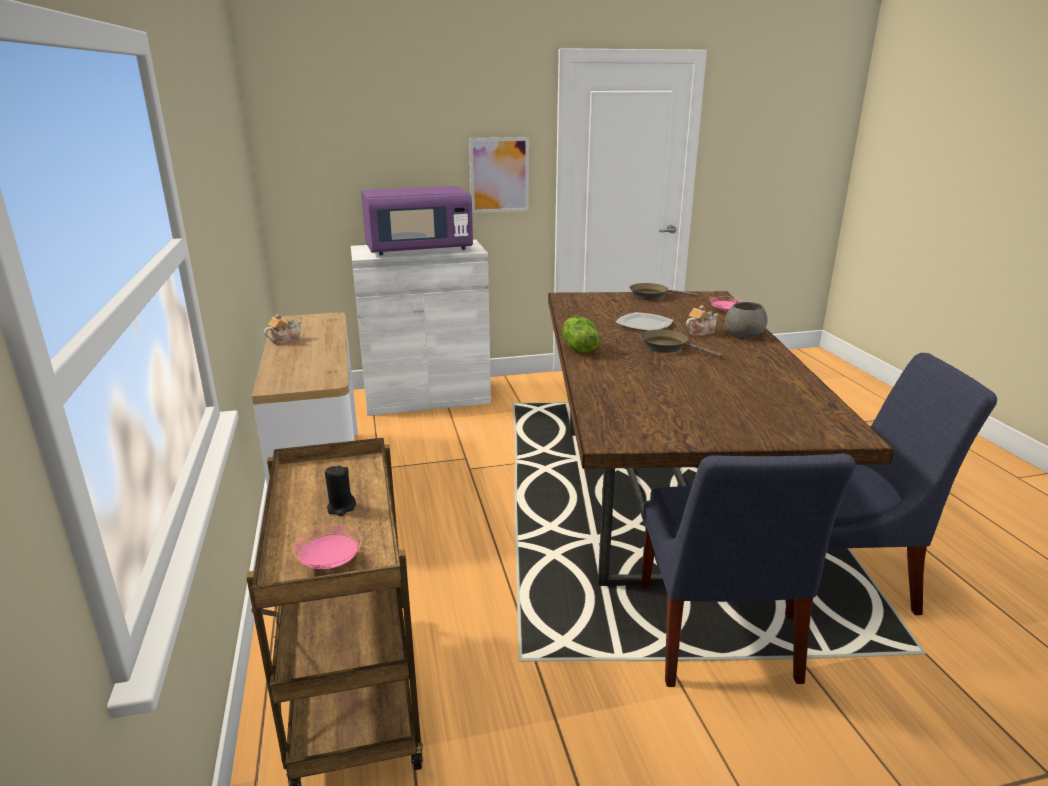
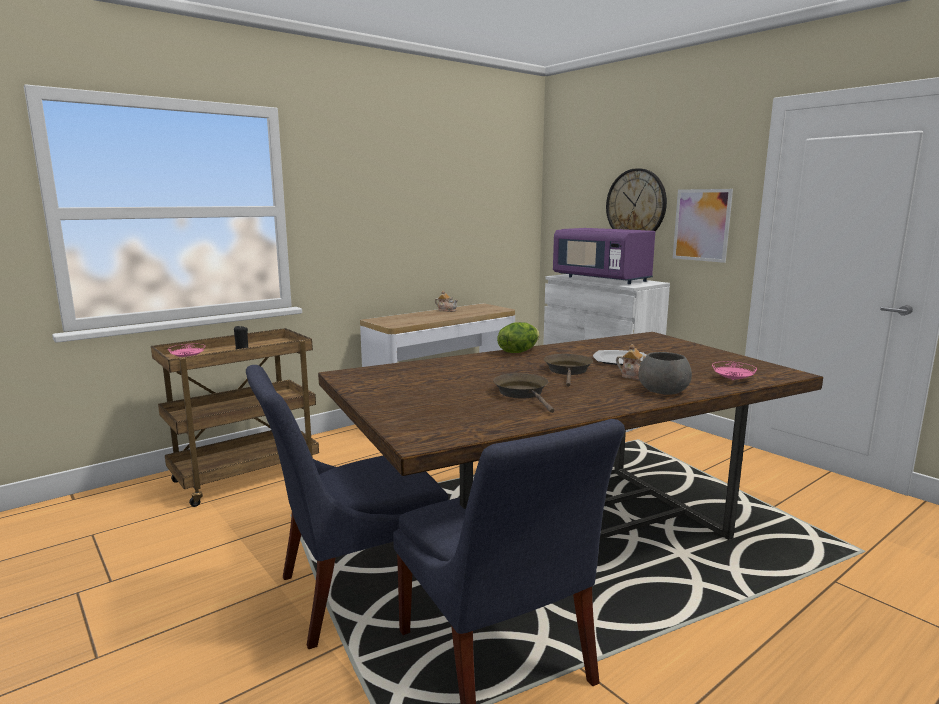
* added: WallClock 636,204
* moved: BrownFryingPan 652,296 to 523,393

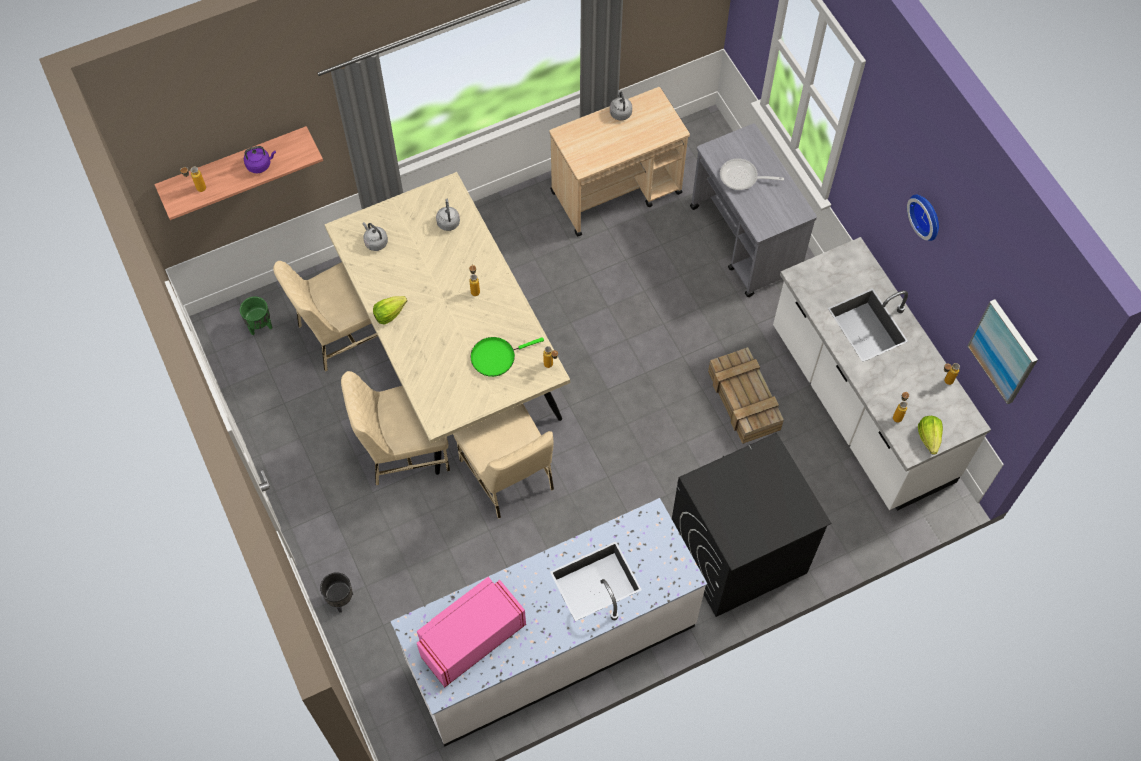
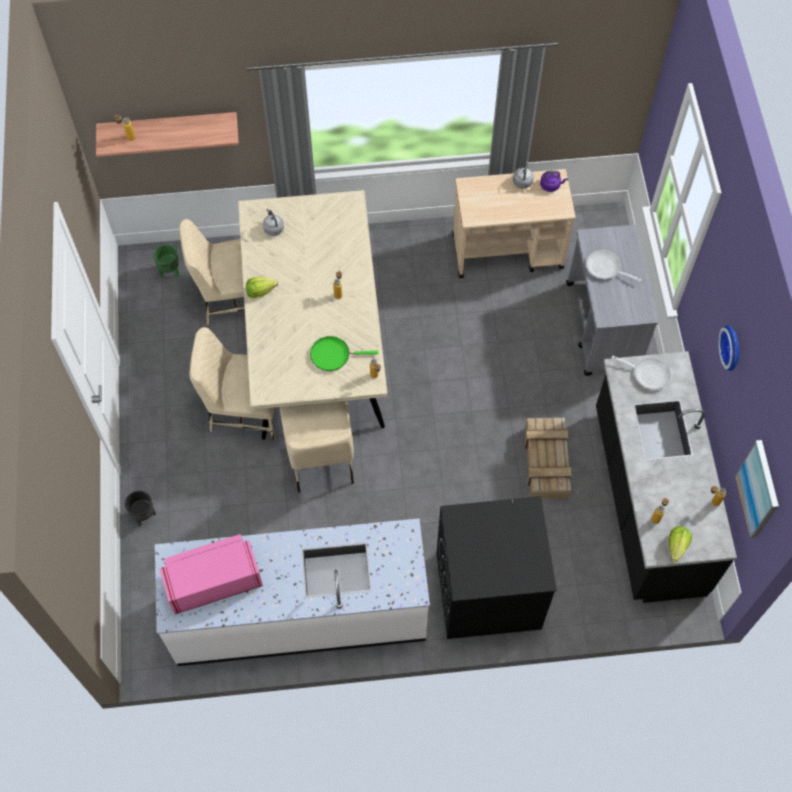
* removed: GreyKettle 448,221
* added: FryingPan 648,373
* moved: PurpleKettle 260,164 to 551,185
* recoloured: WhiteCounter 859,406 to BlackCounter 646,501

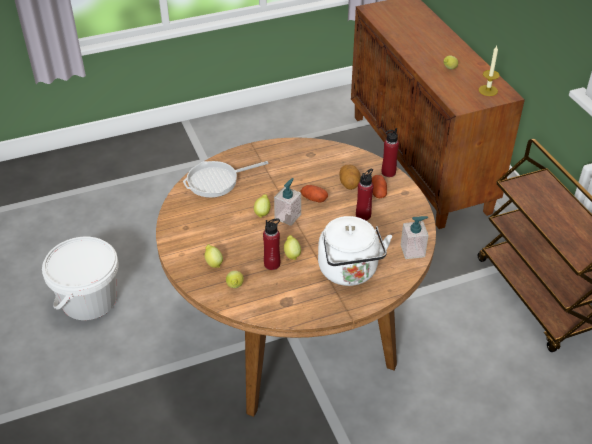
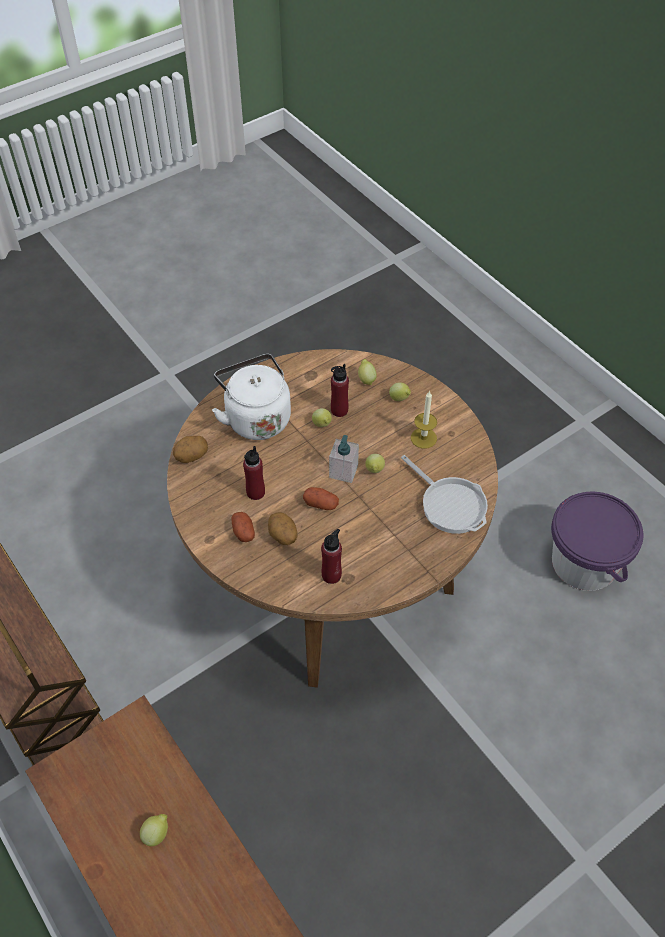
* moved: RedBottle 388,172 to 331,575
* moved: Candle 488,90 to 423,438
* replaced: SoapDispenser 412,251 to Potato 191,456
* recoloured: WhiteBucket 89,300 to PurpleBucket 584,562
* turned: FryingPan 216,181 = 450,504 90 degrees clockwise

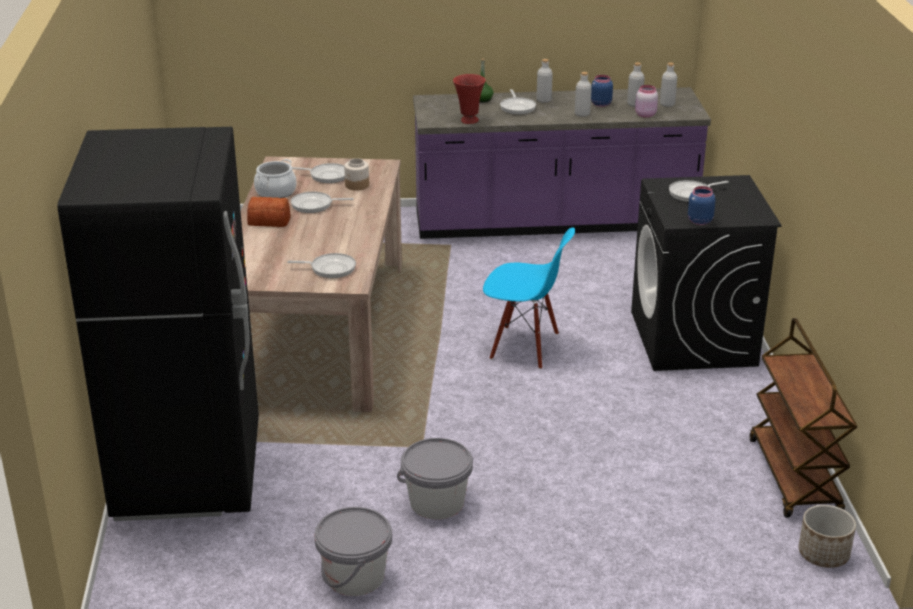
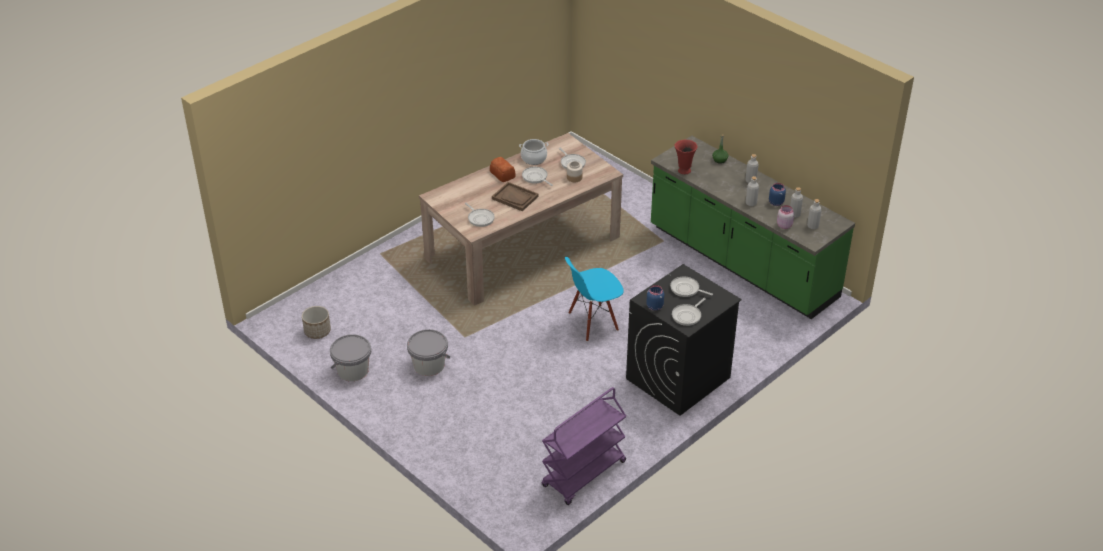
* removed: BlackFridge 188,471
* added: BrownTray 515,197
* moved: FryingPan 517,107 to 687,316
* moved: Planter 823,554 to 317,331
* recoloured: PurpleCounter 554,223 to GreenCounter 741,263
* recoloured: BrownCart 794,477 to PurpleCart 584,475
* turned: BlueChair 524,347 = 593,322 90 degrees clockwise

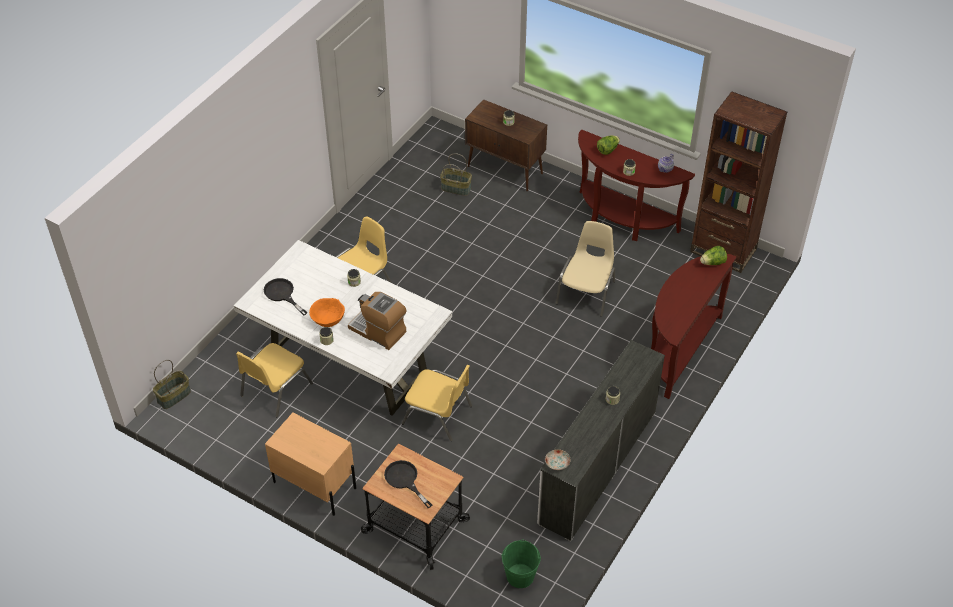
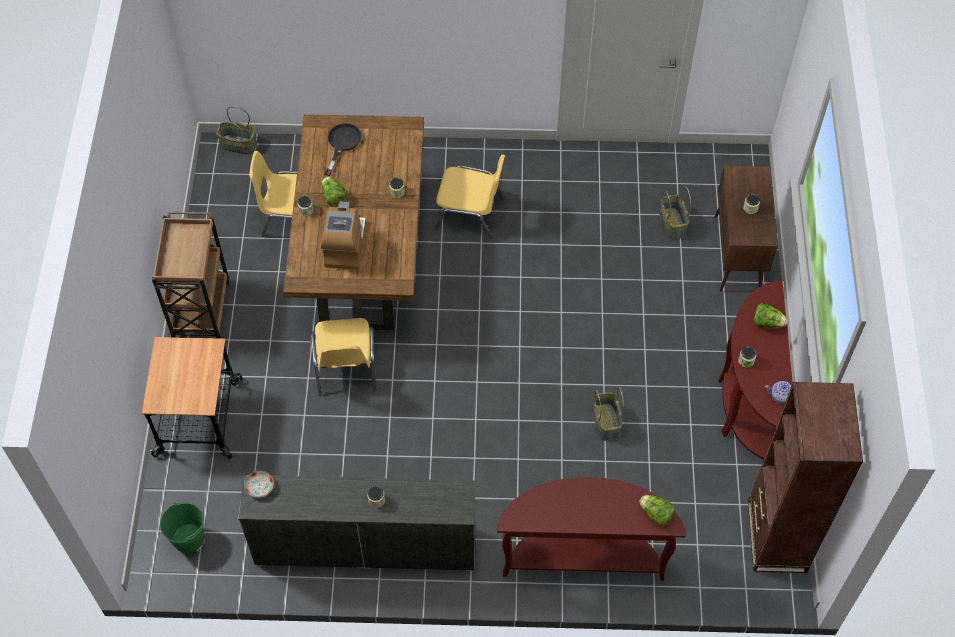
* removed: BlackFryingPan 404,480
* replaced: BeigeNightstand 314,484 to BrownCart 201,309
* replaced: OrangeBowl 328,319 to Lettuce 333,197
* replaced: BeigeChair 586,292 to Basket 607,422
* recoloured: WhiteDiningTable 347,364 to BrownDiningTable 362,257

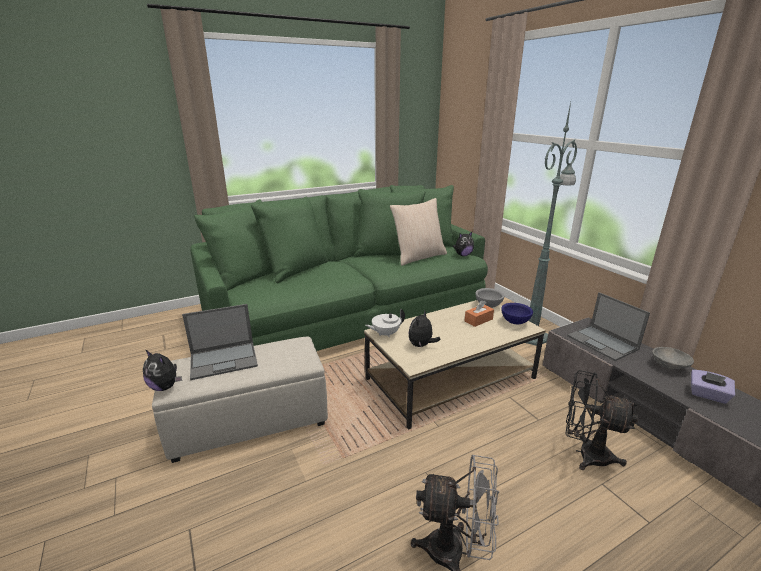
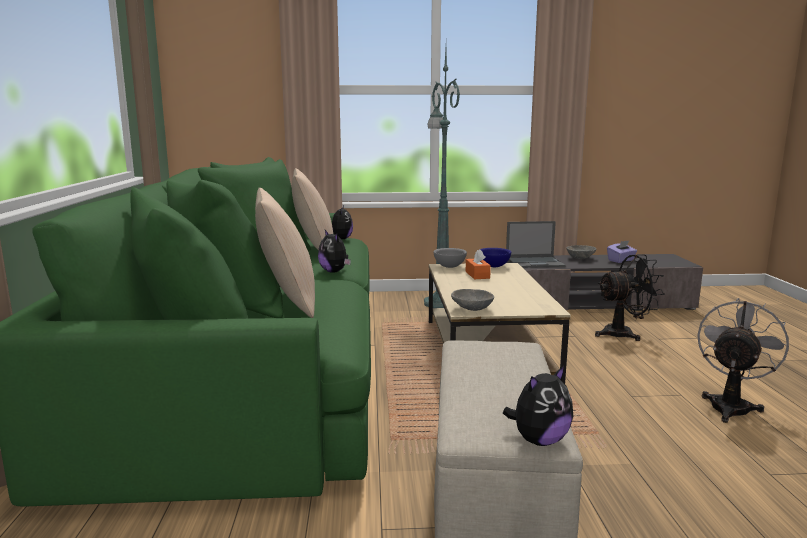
* removed: Laptop 224,360
* added: BeigePillow 287,302
* moved: PlushToy 421,345 to 334,271
* replaced: WhiteTeapot 385,334 to GreyBowl 471,309
* turned: BlackFan 585,454 = 624,334 150 degrees counterclockwise

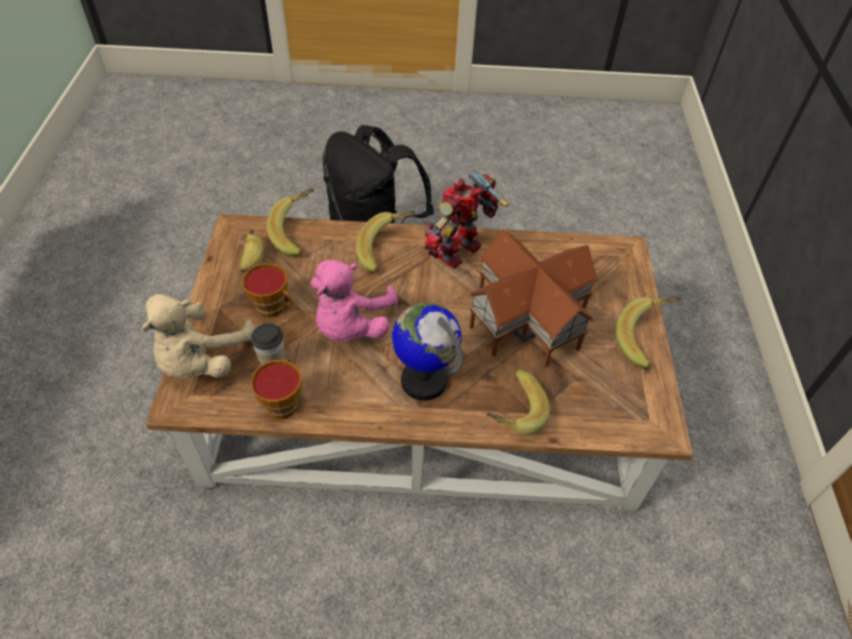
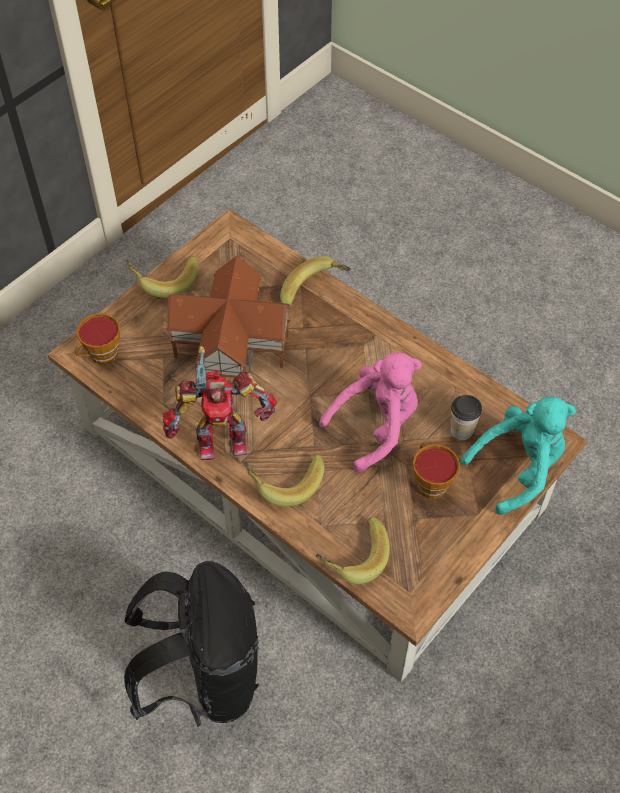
* removed: Banana 253,262
* removed: Globe 423,380
* moved: Cup 283,402 to 101,356
* recoloured: BeigePlushToy 202,360 to TurquoisePlushToy 518,468

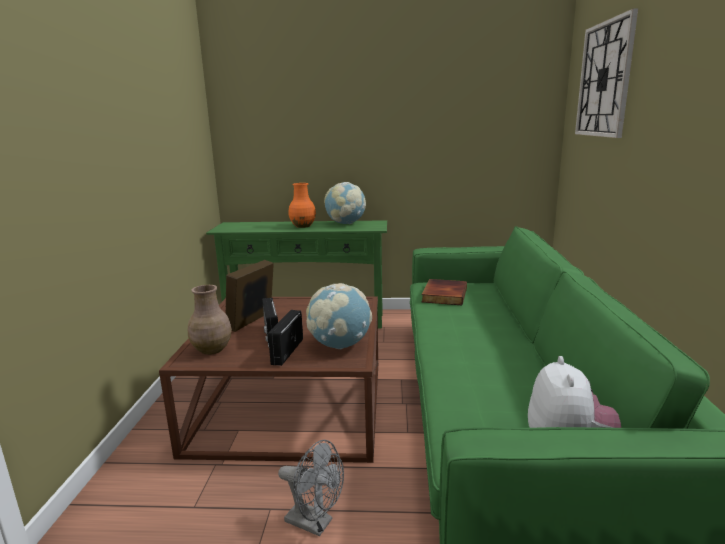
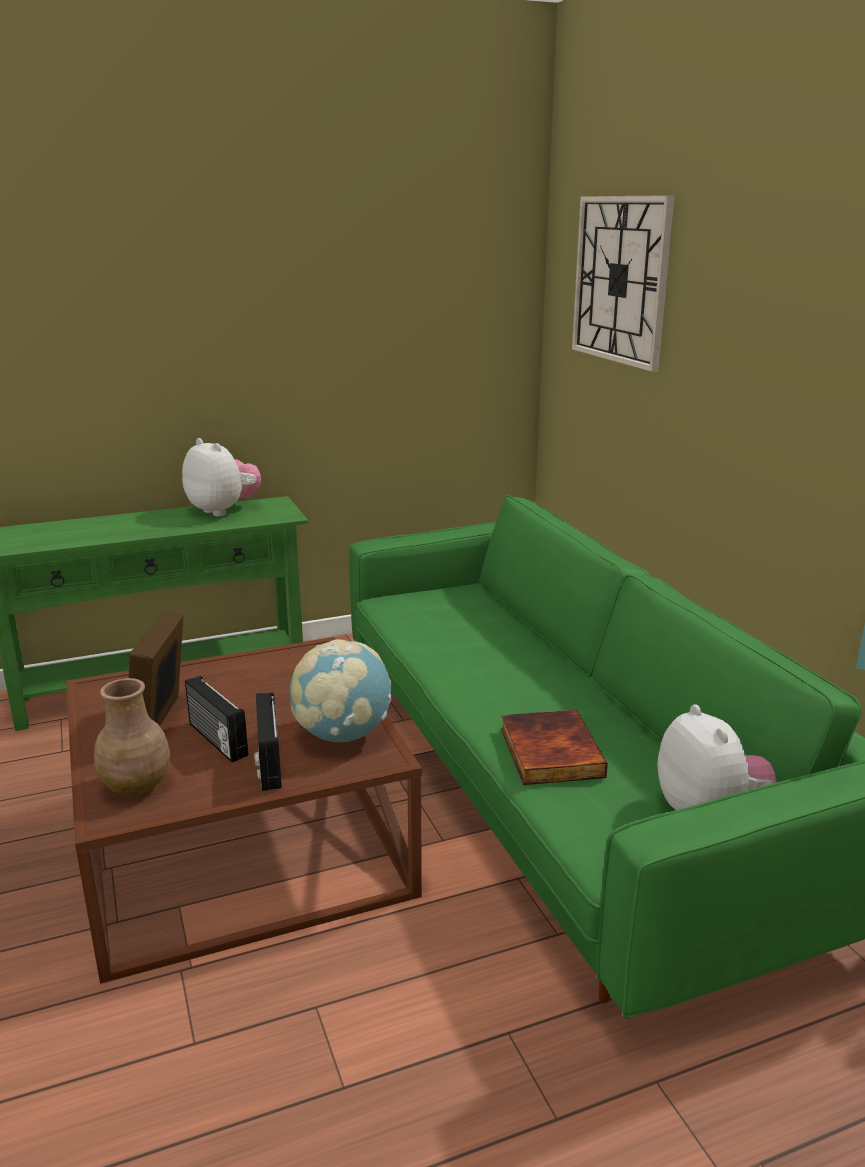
* removed: GreyFan 315,523
* removed: OrangeVase 302,226
* moved: Book 443,295 to 548,752
* replaced: Globe 346,223 to PlushToy 223,510

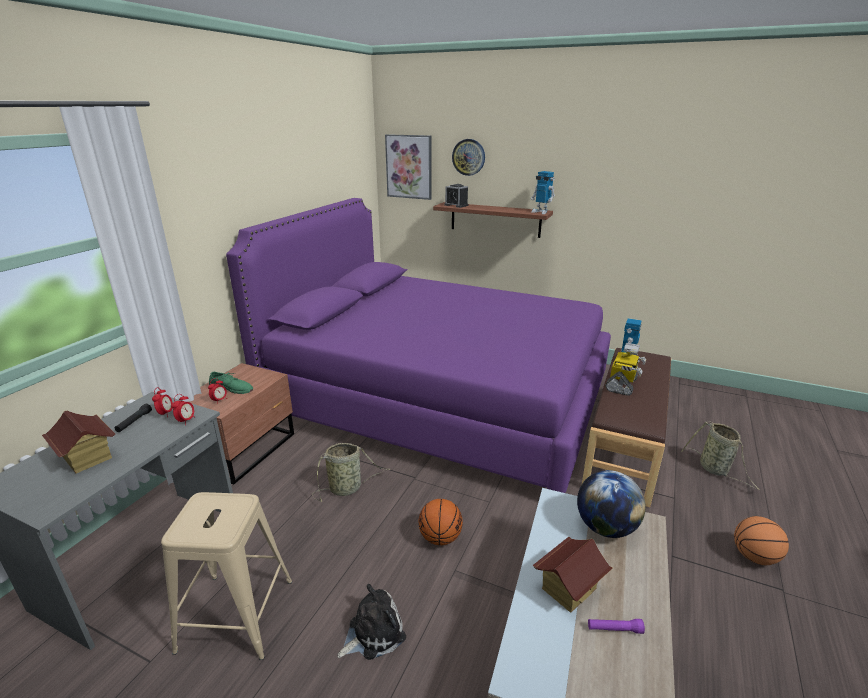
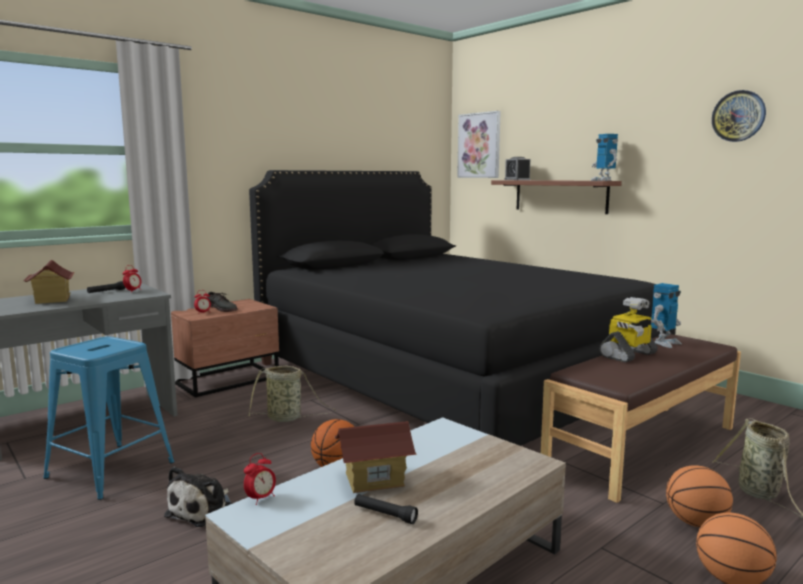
* removed: Globe 605,527
* added: Basketball 696,523
* moved: AlarmClock 186,421 to 261,498
* moved: WallClock 468,157 to 738,116
* recoloured: BeigeStool 236,614 to BlueStool 110,470
* recoloured: GreenShoe 231,388 to GreyShoe 222,308
* recoloured: PurpleBed 439,400 to BlackBed 446,378
* recoloured: PurpleFlashlight 614,629 to BlackFlashlight 385,514
* turned: PlushToy 373,632 = 203,510 120 degrees clockwise

